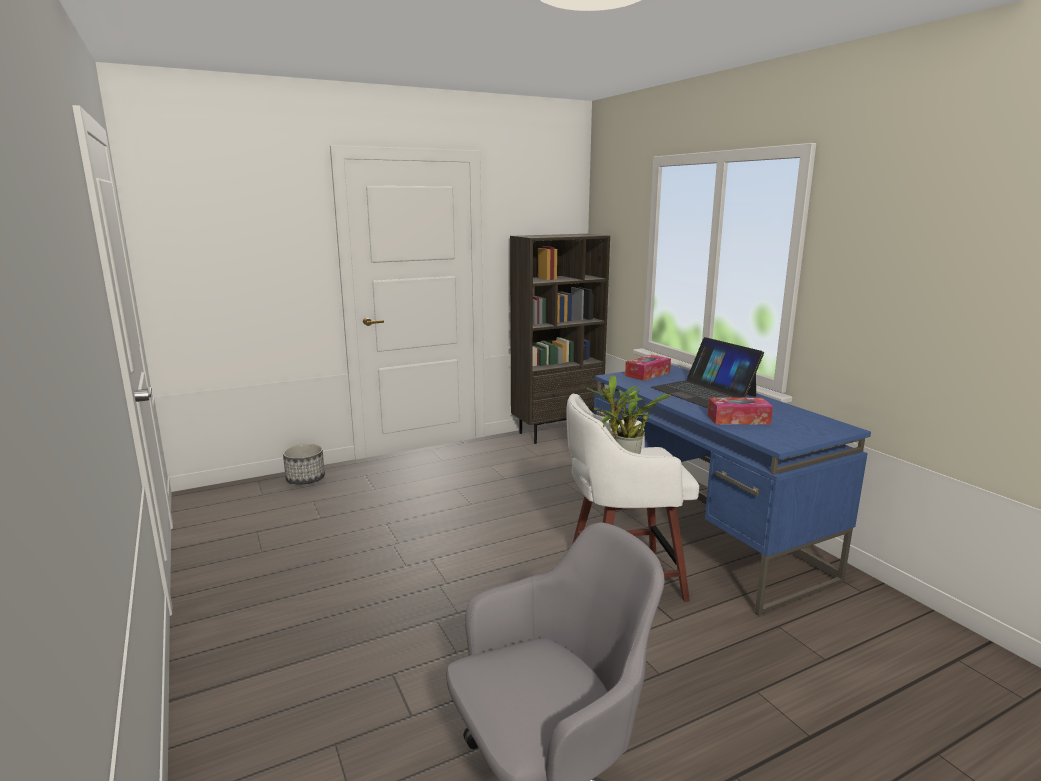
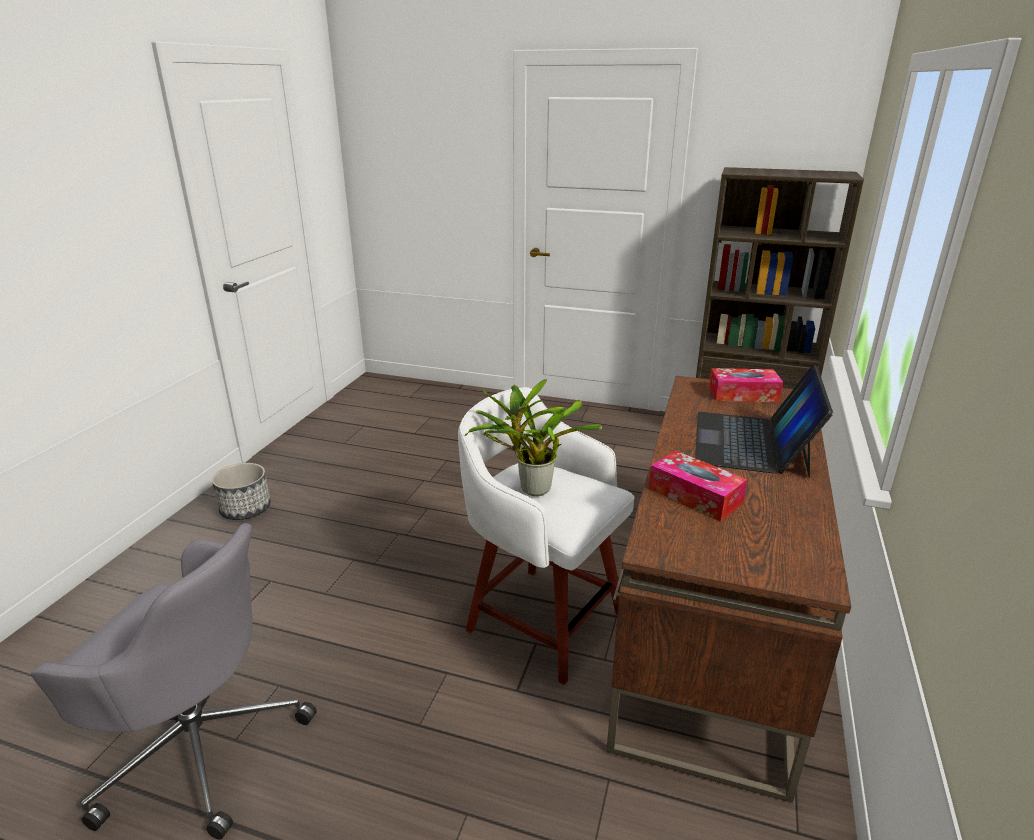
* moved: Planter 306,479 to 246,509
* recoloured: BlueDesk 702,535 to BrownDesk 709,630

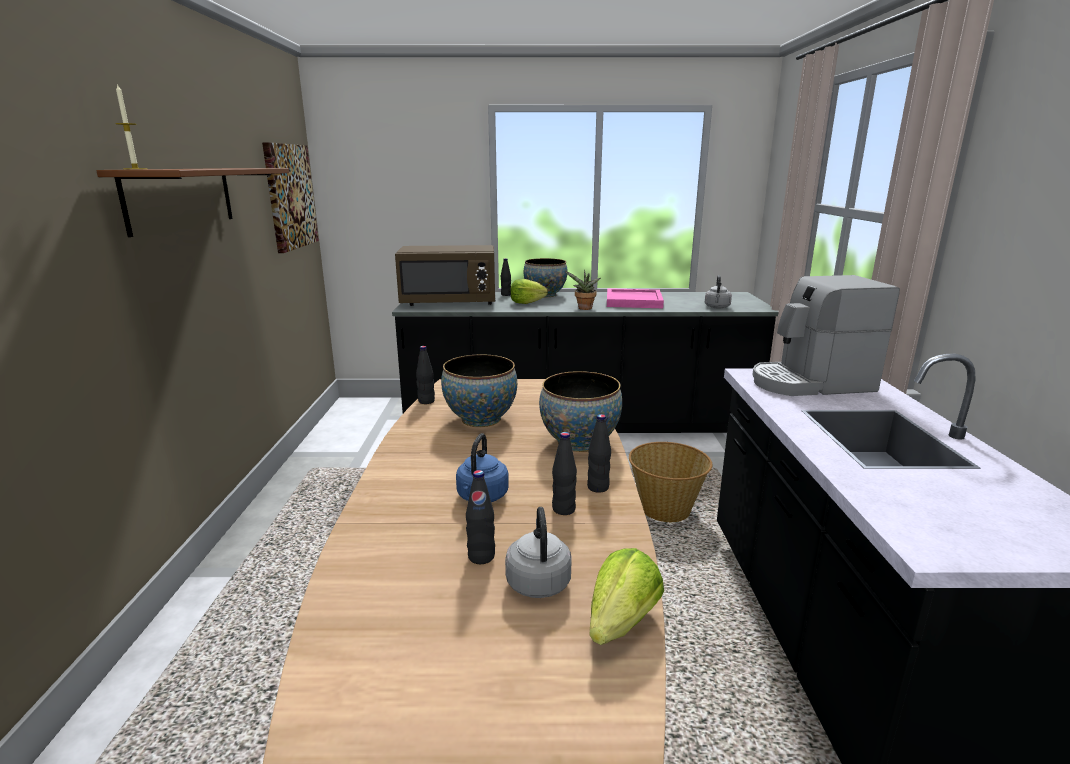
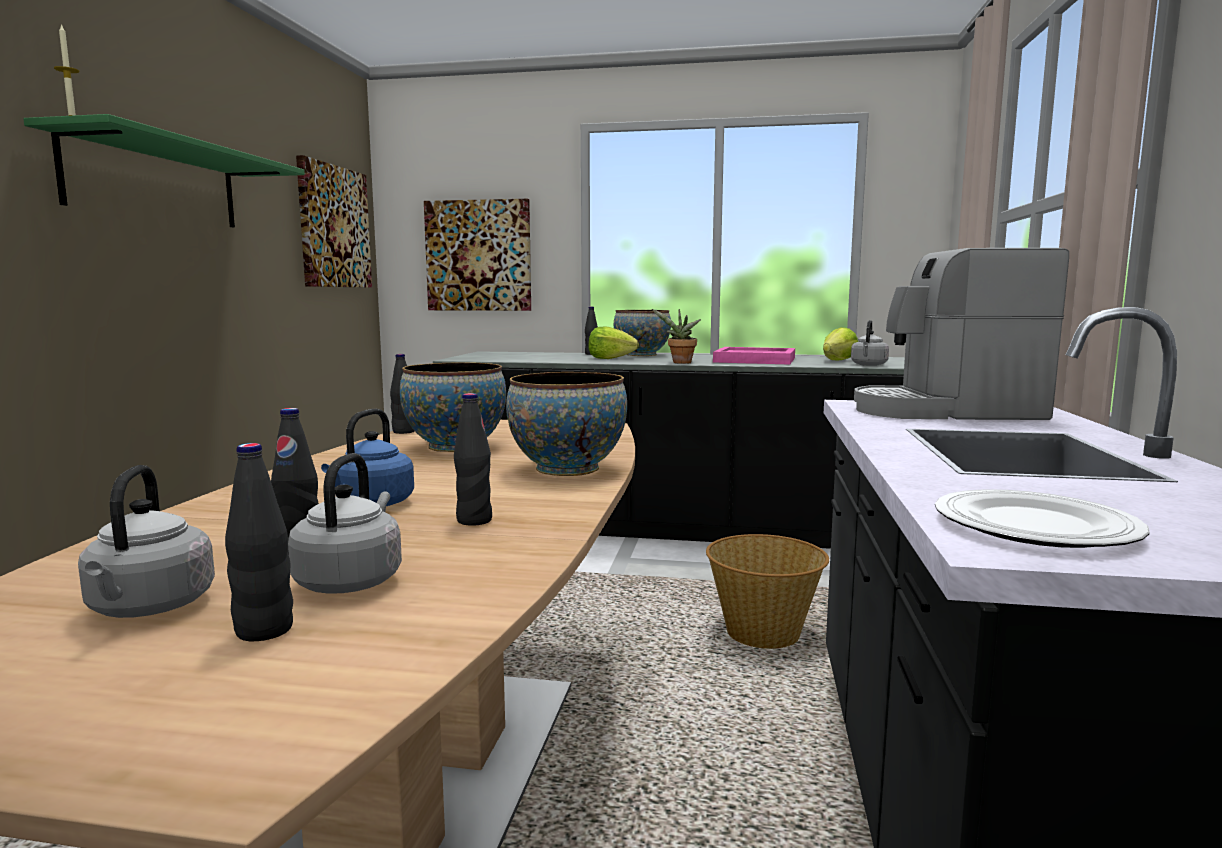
* removed: BrownMicrowave 449,302
* added: GreyKettle 149,608
* added: Picture 479,256
* added: Plate 1037,527
* moved: BlackBottle 598,487 to 264,631
* moved: Lettuce 621,622 to 838,360
* recoloured: BrownShelf 181,198 to GreenShelf 155,183

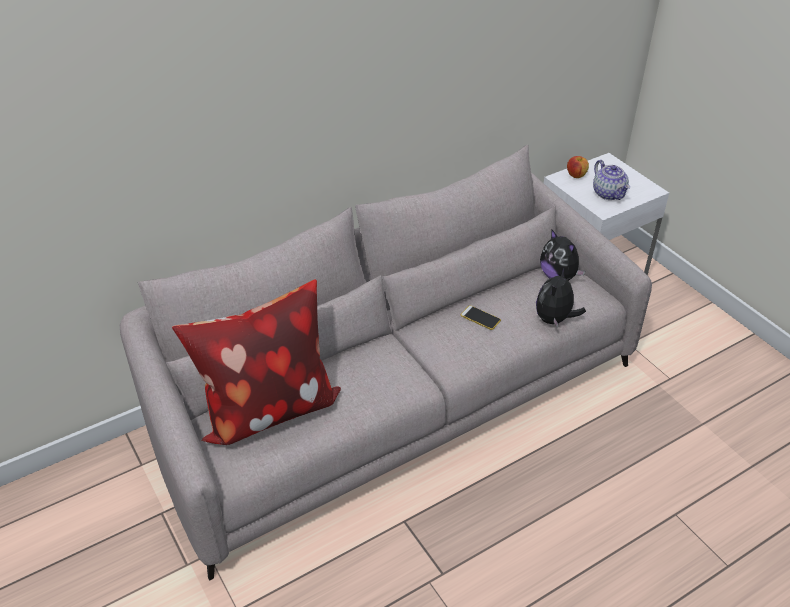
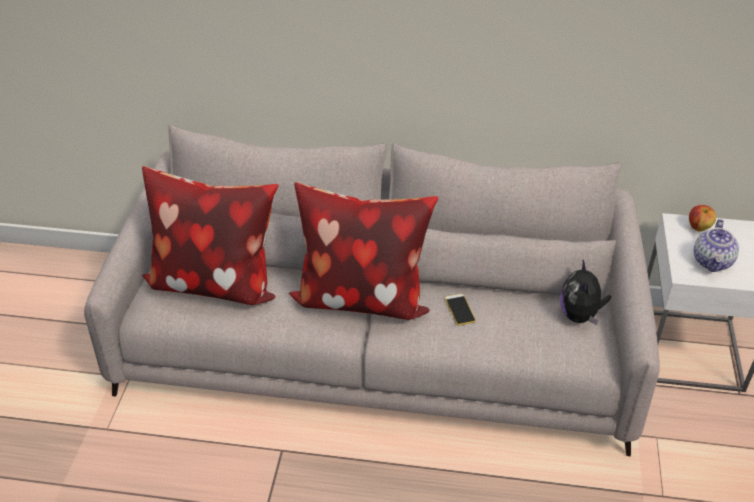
* removed: PlushToy 554,319
* added: Pillow 361,297

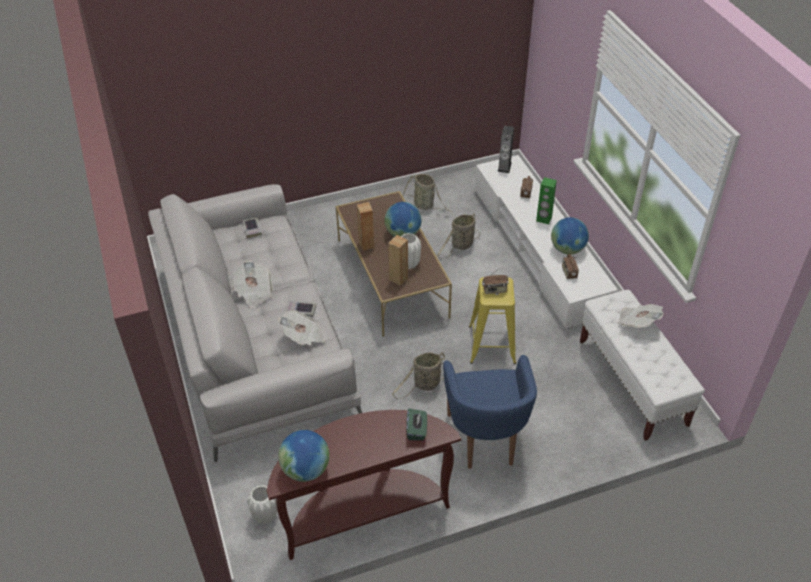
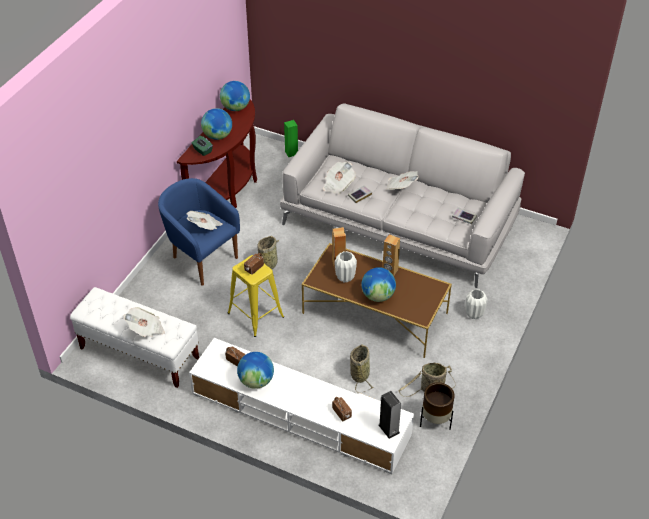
* added: Newspaper 205,227
* added: Globe 217,136
* added: BrownPlanter 435,421
* moved: WhiteVase 265,515 to 474,314
* moved: GreenSpeaker 544,219 to 291,153

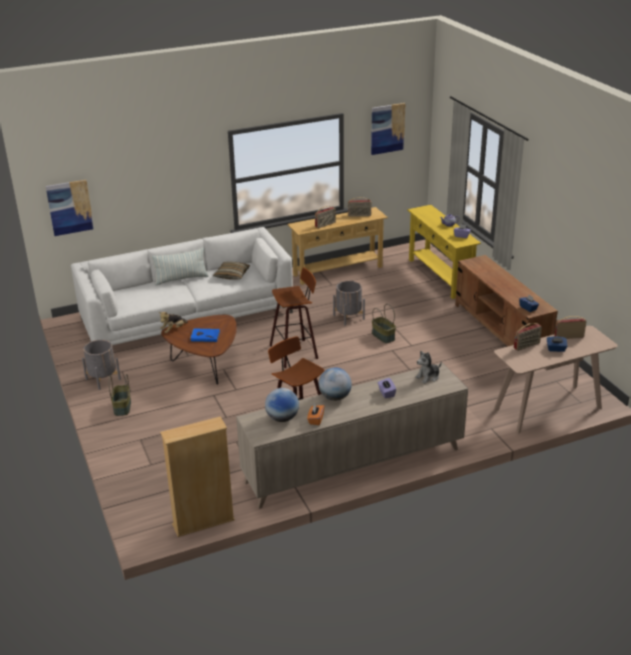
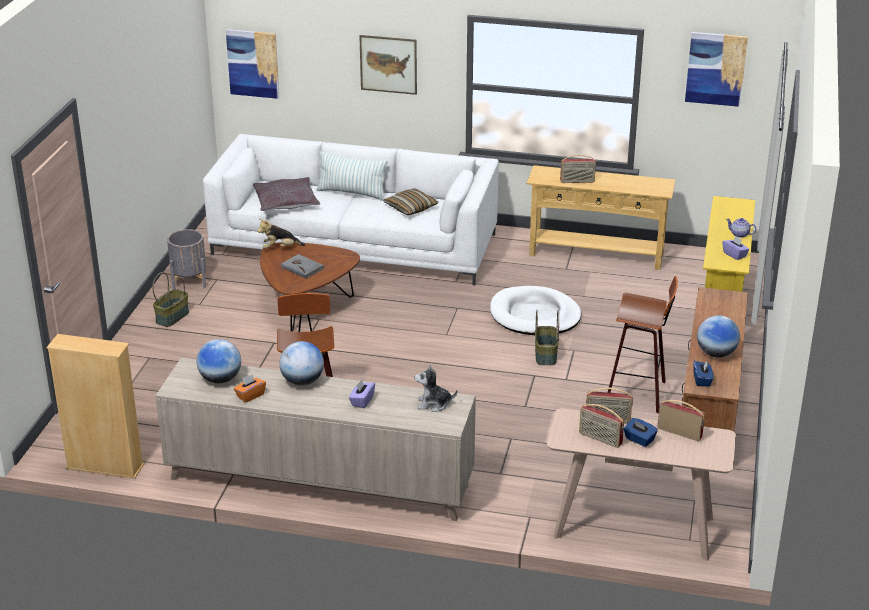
* added: GreyPillow 286,202
* added: Picture 388,64
* added: Globe 716,353
* moved: Stool 295,352 to 637,393
* moved: Radio 359,215 to 600,439
* replaced: GreyPlanter 348,317 to WhiteDogBed 534,315
* recoloured: BlueBook 205,336 to GreyBook 302,267

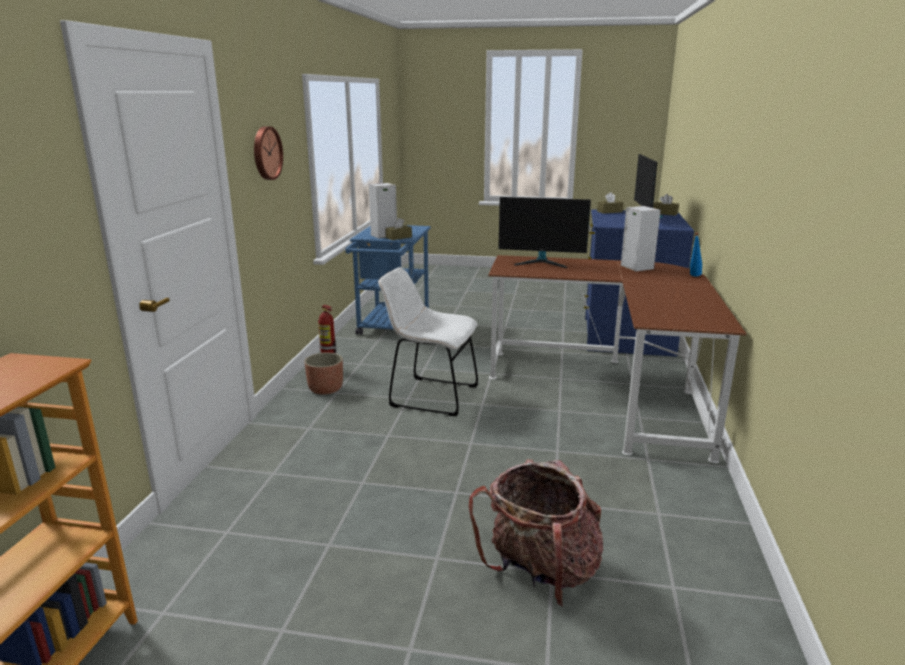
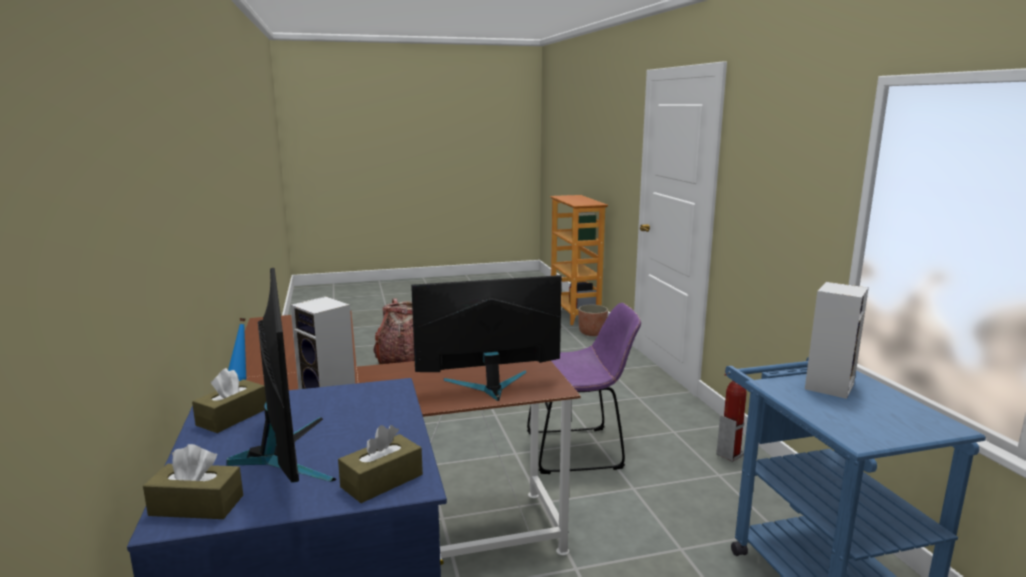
* removed: WallClock 266,153
* moved: Planter 325,389 to 592,333
* moved: BrownTissueBox 398,237 to 232,417
* recoloured: WhiteChair 429,395 to PurpleChair 579,450

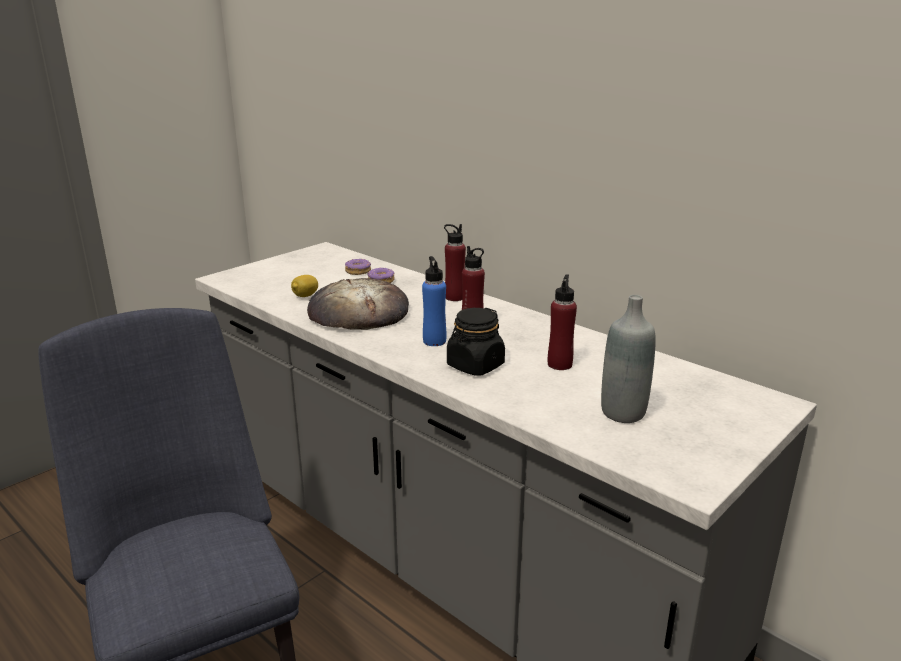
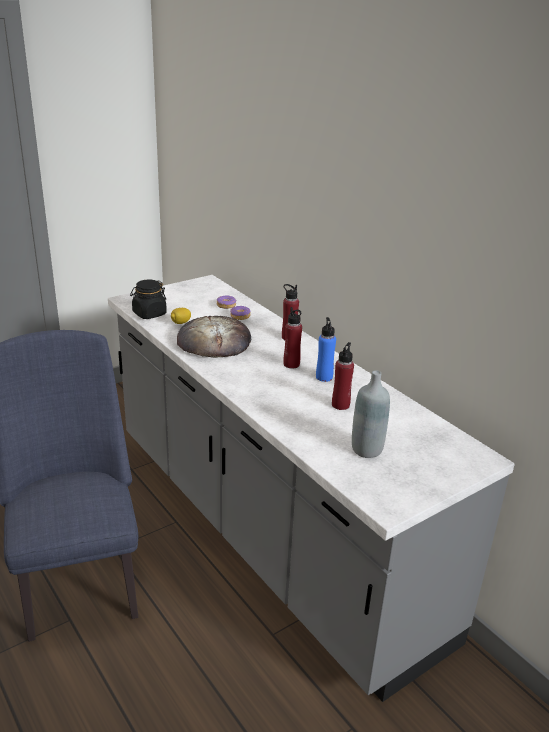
* moved: BlueBottle 434,341 to 324,377
* moved: BlackJar 475,366 to 149,314

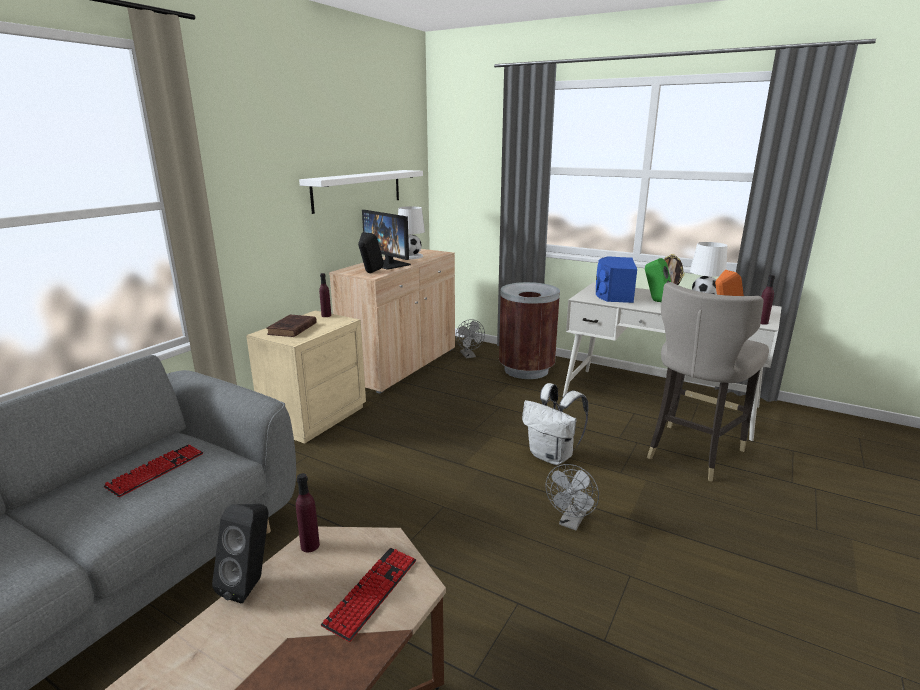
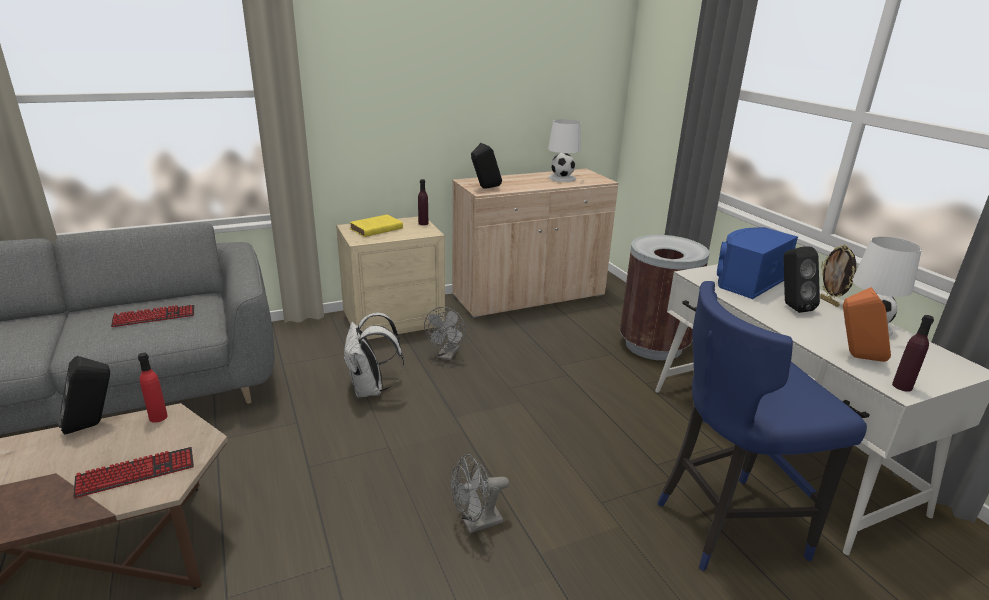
* removed: WhiteShelf 358,190
* removed: Monitor 389,264
* moved: GreyFan 469,356 to 447,355
* moved: WhiteBackpack 552,456 to 371,389
* recoloured: BrownBook 291,329 to YellowBook 375,229
* recoloured: PurpleBottle 310,545 to RedBottle 158,417
* recoloured: GreenSpeaker 656,301 to BlackSpeaker 791,306
* recoloured: GreyStool 691,453 to BlueStool 727,525

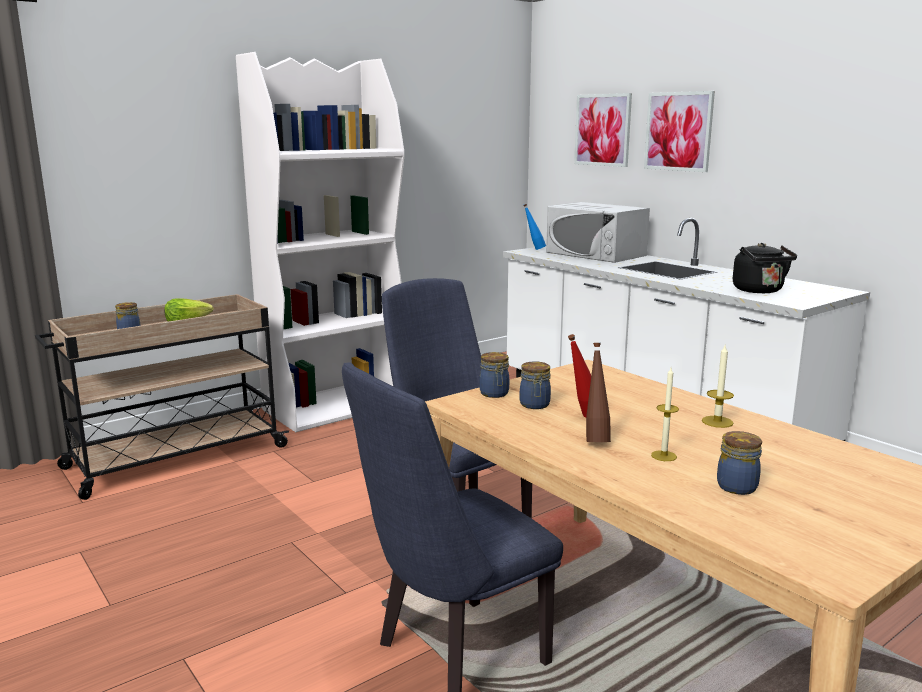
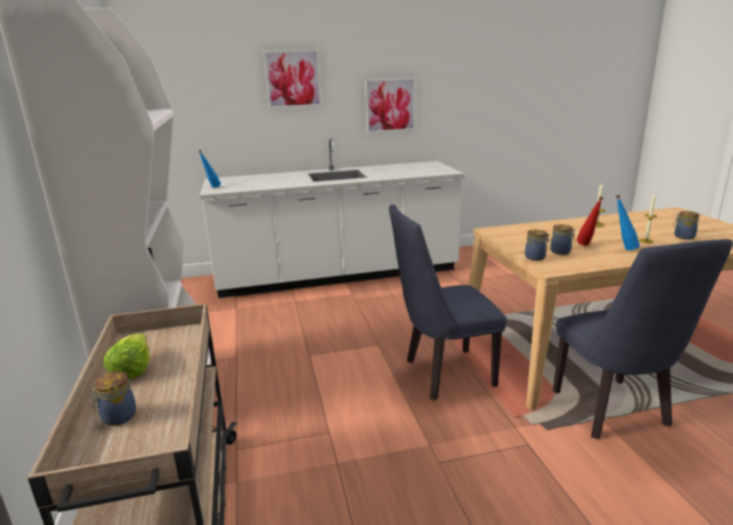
* removed: WhiteMicrowave 595,254
* removed: BlackKettle 760,291
* moved: Picture 603,130 to 390,105
* recoloured: BrownBottle 595,440 to BlueBottle 623,249

